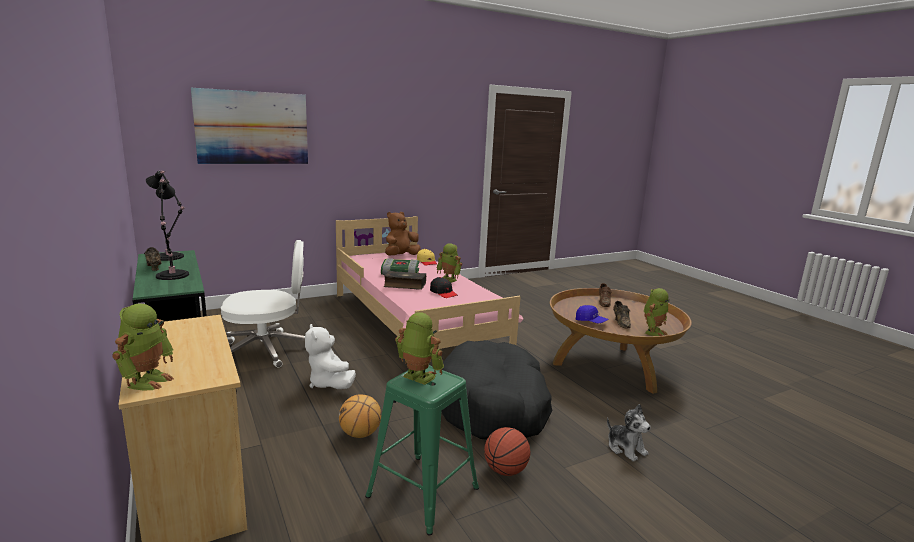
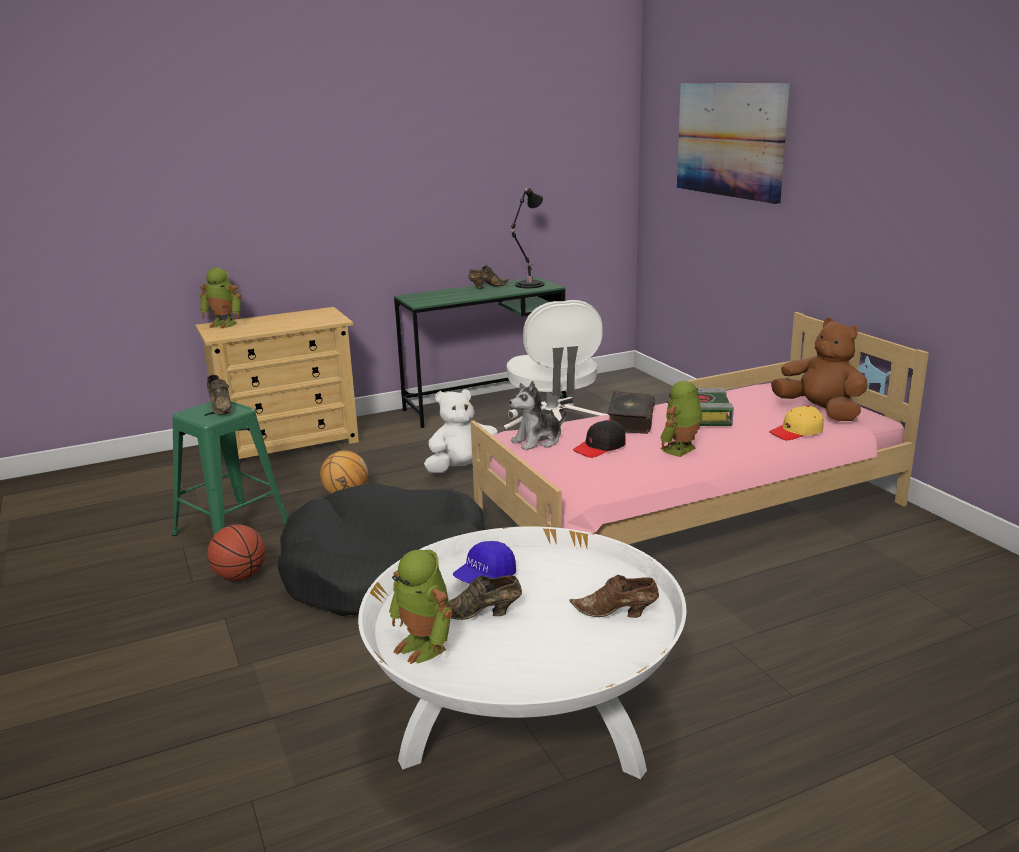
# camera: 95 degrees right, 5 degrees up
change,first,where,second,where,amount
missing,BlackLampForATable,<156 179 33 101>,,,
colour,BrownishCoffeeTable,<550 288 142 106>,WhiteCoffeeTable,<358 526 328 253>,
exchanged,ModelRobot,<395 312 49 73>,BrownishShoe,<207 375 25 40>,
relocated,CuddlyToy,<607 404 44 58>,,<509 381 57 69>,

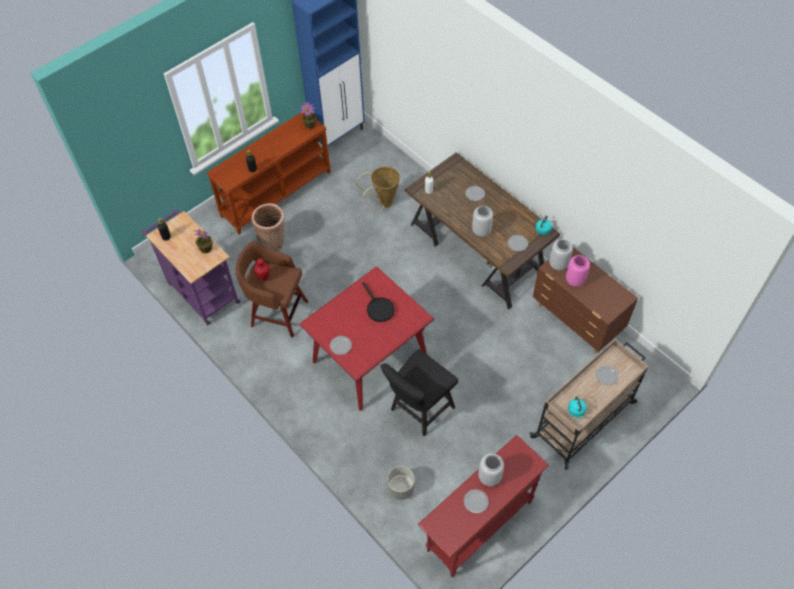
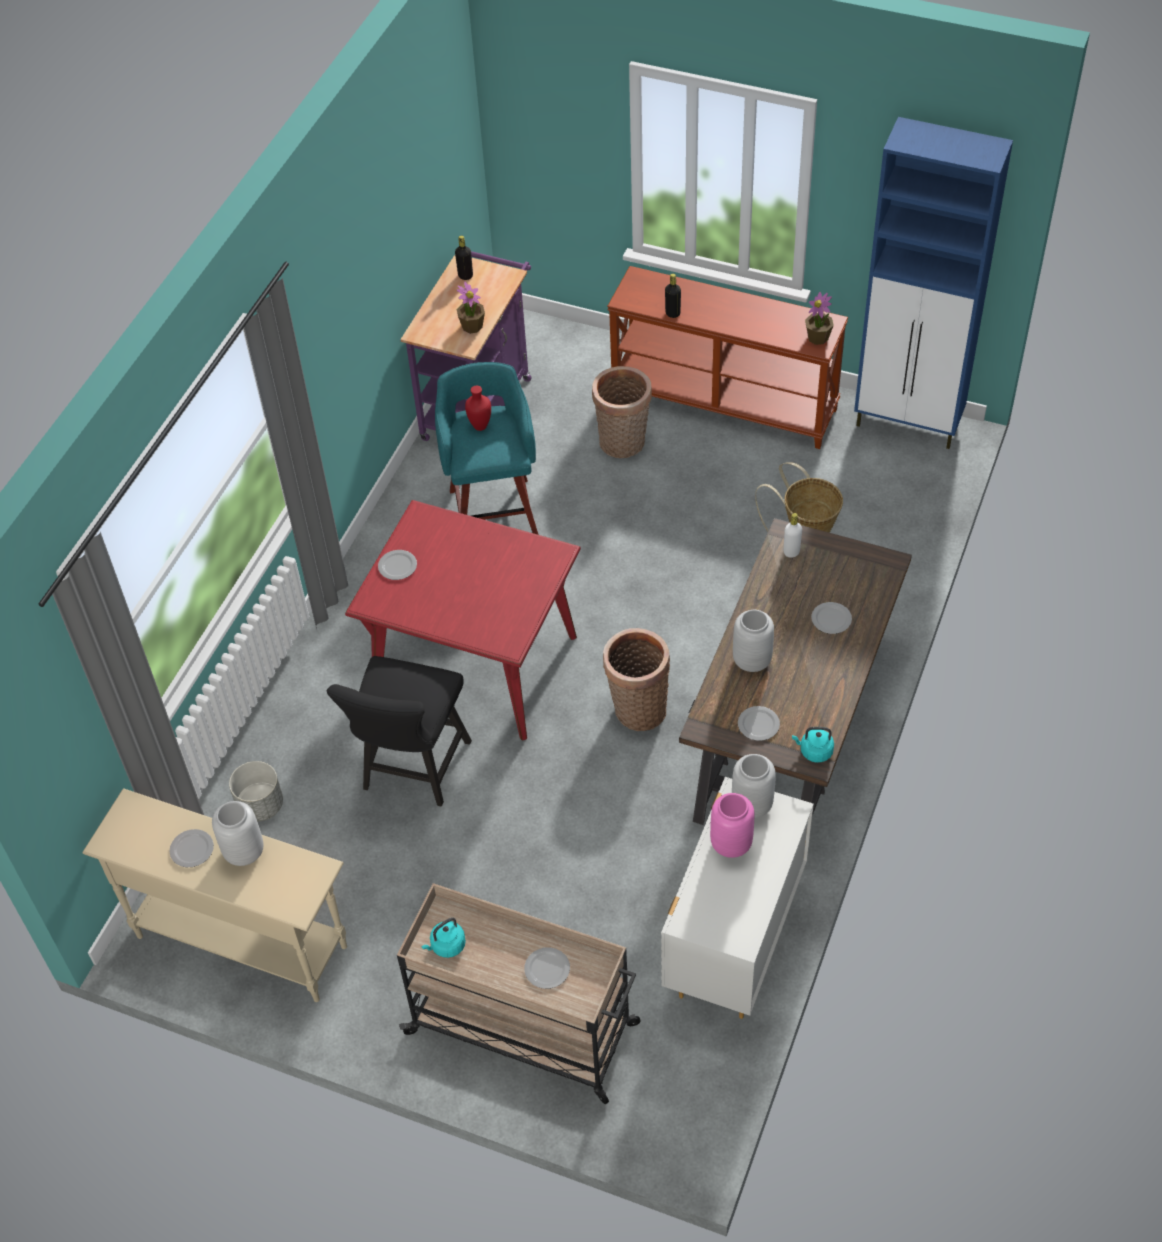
# camera: 65 degrees right, 5 degrees down
change,first,where,second,where,amount
colour,BrownishStoolSeat,<235 241 73 97>,BlueGreenStoolSeat,<435 362 104 173>,
colour,BrownishChestOfDrawers,<533 246 105 107>,WhiteChestOfDrawers,<661 777 153 242>,
missing,BlackFryingPan,<362 282 33 40>,,,
spun,BlackPlainChair,<381 349 77 88>,,<327 656 145 151>,90 degrees counterclockwise
colour,RedColouredConsoleTable,<418 435 131 142>,BeigeConsoleTable,<82 788 265 214>,
appeared,,,HouseholdBasket,<603 628 67 103>,

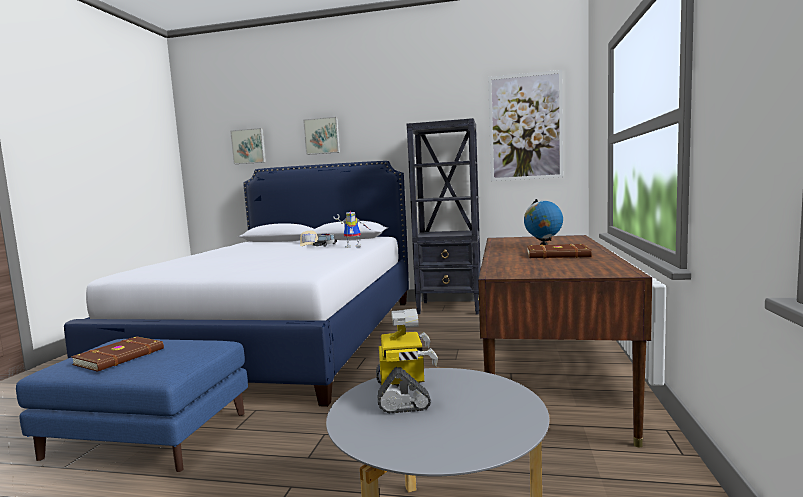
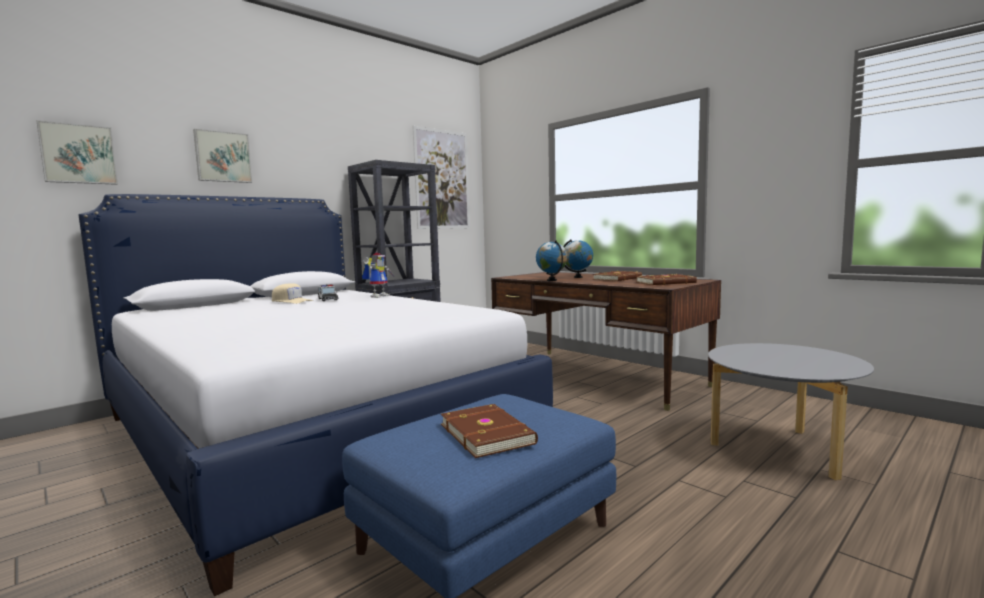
# camera: 55 degrees left, 0 degrees up
change,first,where,second,where,amount
missing,ModelRobot,<376 309 62 104>,,,
appeared,,,Globe,<536 240 31 41>,
appeared,,,BrownishVolume,<636 274 61 11>,

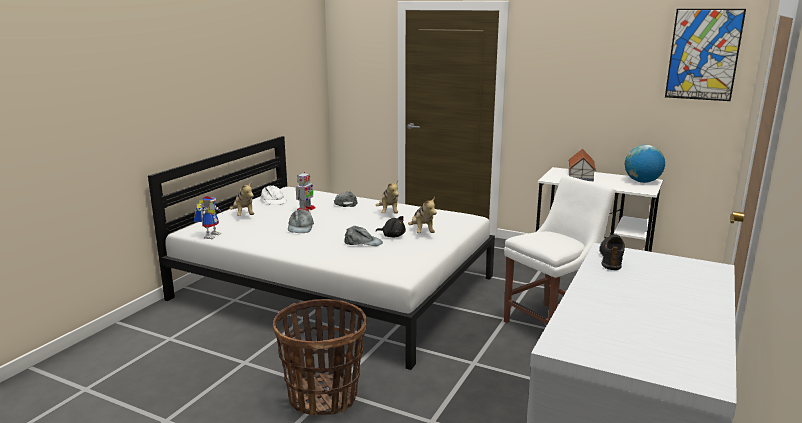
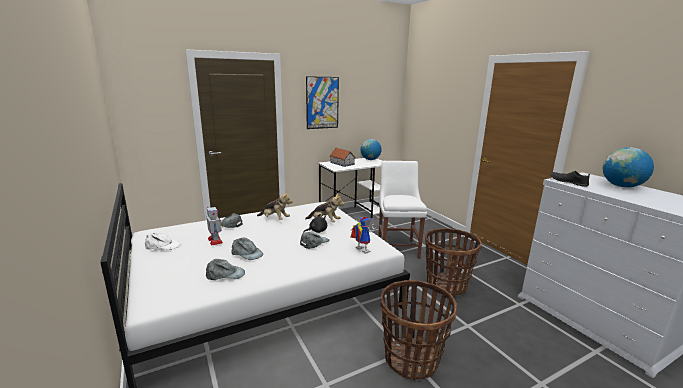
# camera: 55 degrees left, 0 degrees up
change,first,where,second,where,amount
relocated,WallArt,<665 9 81 92>,,<306 76 33 53>,
missing,CuddlyToy,<230 181 24 35>,,,
relocated,ModelRobot,<194 196 28 43>,,<350 217 26 37>,
appeared,,,Globe,<603 147 51 41>,
appeared,,,HouseholdBasket,<425 228 57 69>,
appeared,,,GreyPeakedCap,<206 259 39 21>,

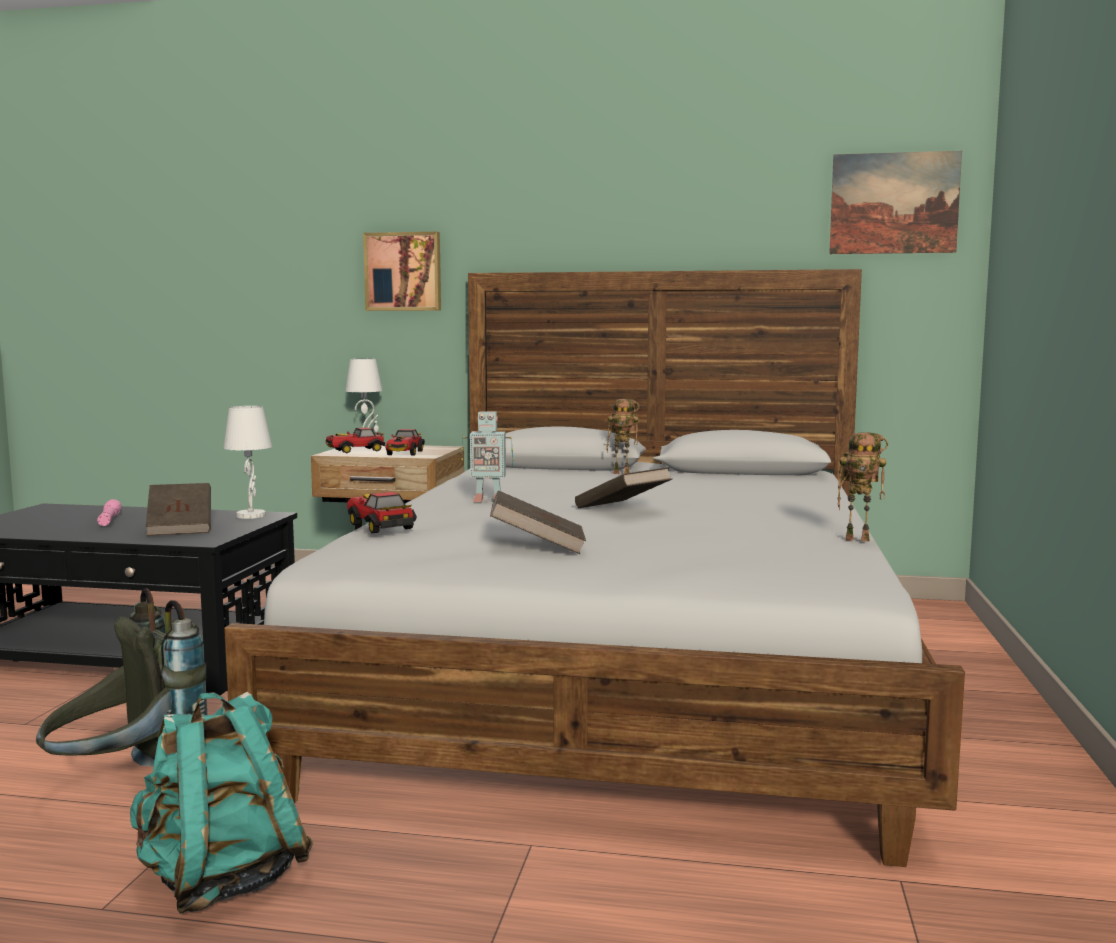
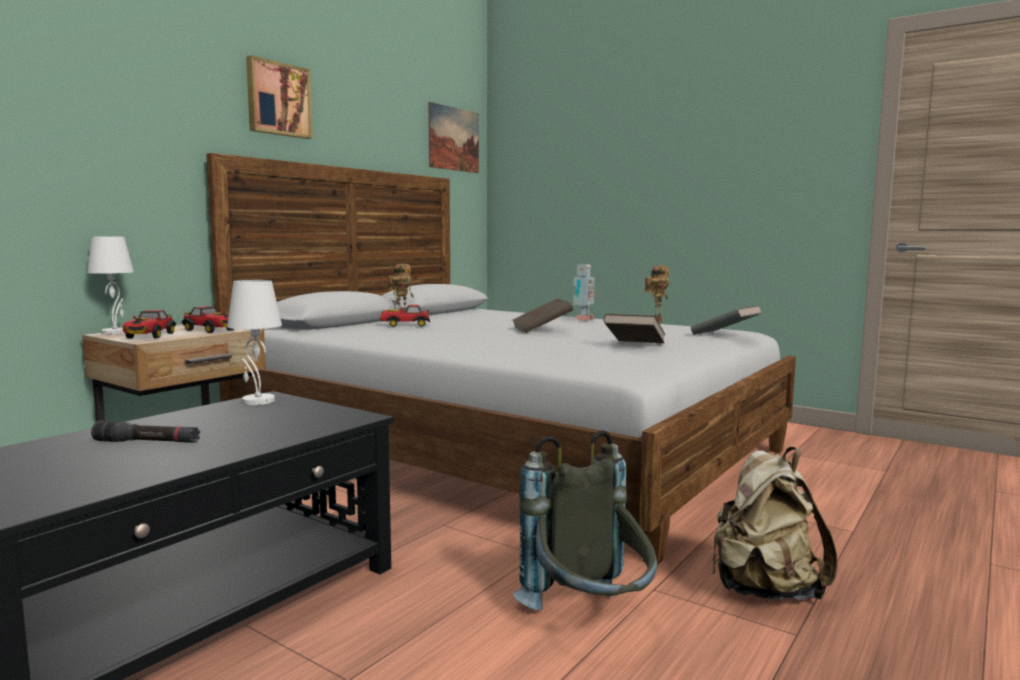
# camera: 65 degrees left, 0 degrees up
change,first,where,second,where,amount
relocated,WallArt,<363 232 78 79>,,<246 55 67 84>,
relocated,ModelRobot,<461 412 53 90>,,<573 264 22 56>,
missing,BrownishVolume,<146 483 65 53>,,,
relocated,ToyCar,<347 492 70 42>,,<380 305 50 22>,
colour,PinkColouredTorch,<97 499 24 27>,BlackTorch,<91 420 109 23>,
colour,BlueGreenBackpack,<130 692 183 222>,BeigeBackpack,<712 447 125 153>,
appeared,,,GreyVolume,<691 305 71 30>,

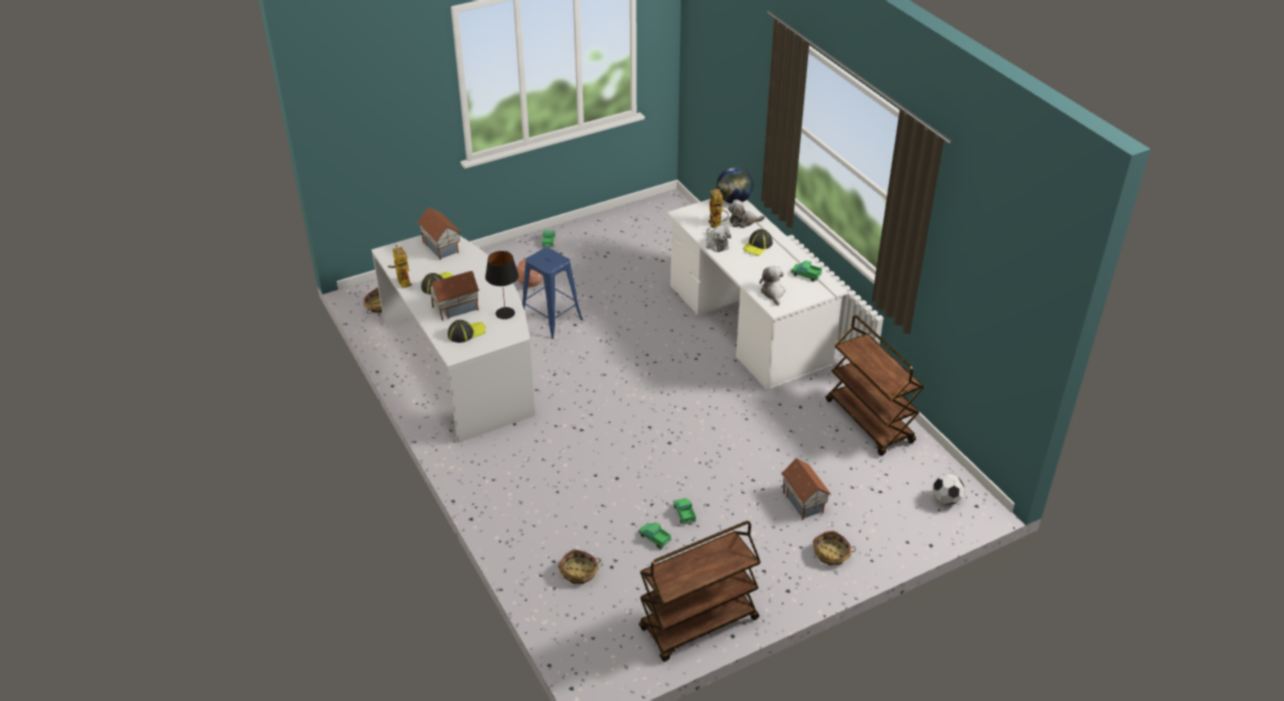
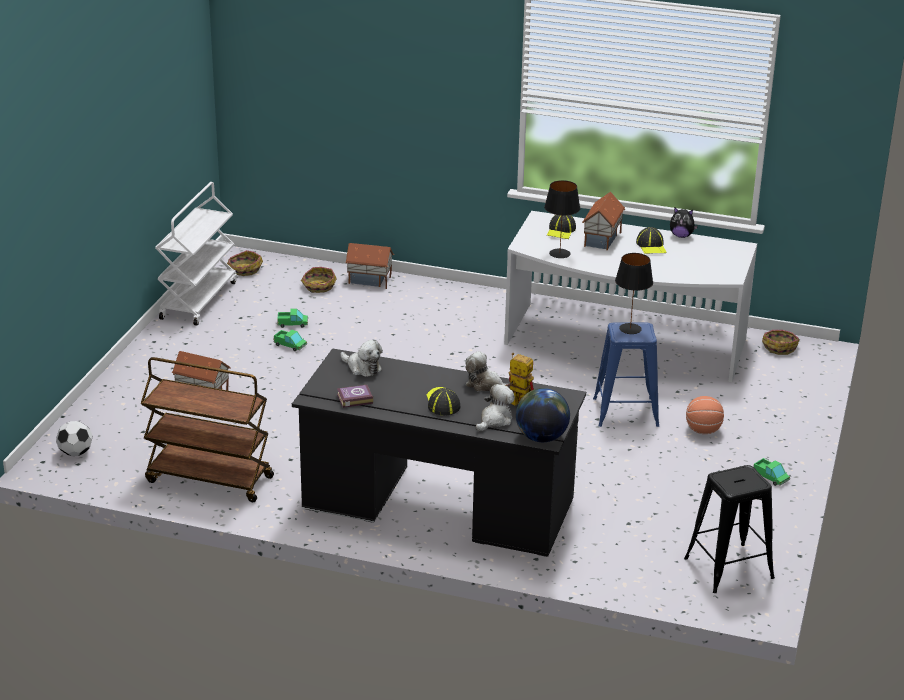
# camera: 135 degrees right, 10 degrees down
change,first,where,second,where,amount
colour,WhiteDeskUnit,<667 199 181 191>,BlackDeskUnit,<292 348 294 209>,
relocated,ModelHouse,<417 207 44 53>,,<345 243 49 46>,
exchanged,ModelRobot,<388 245 24 43>,CuddlyToy,<670 207 28 31>,
exchanged,ToyLorry,<791 260 31 21>,Volume,<337 385 36 23>,
colour,BrownishWheeledCart,<639 521 122 141>,WhiteWheeledCart,<155 182 82 144>,
relocated,HouseholdBasket,<813 531 43 34>,,<227 250 36 26>,
appeared,,,BlackLampForATable,<615 253 38 81>,
appeared,,,BlackStoolSeat,<684 465 91 128>,

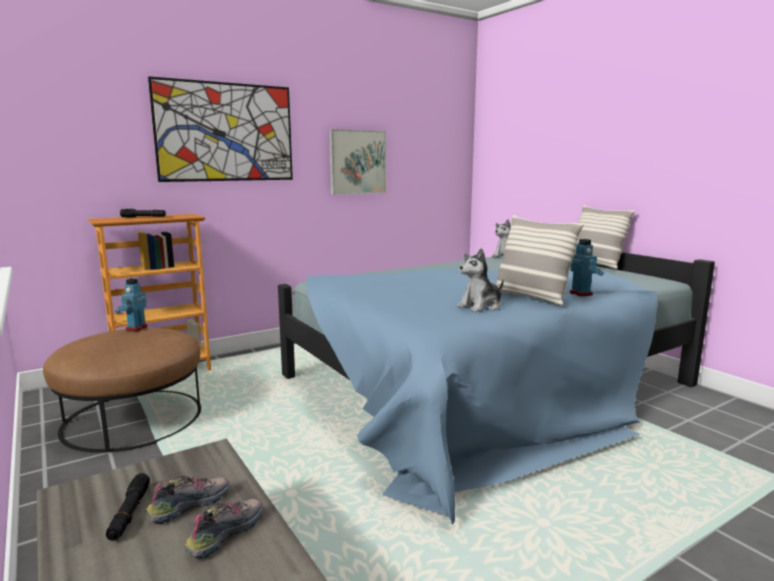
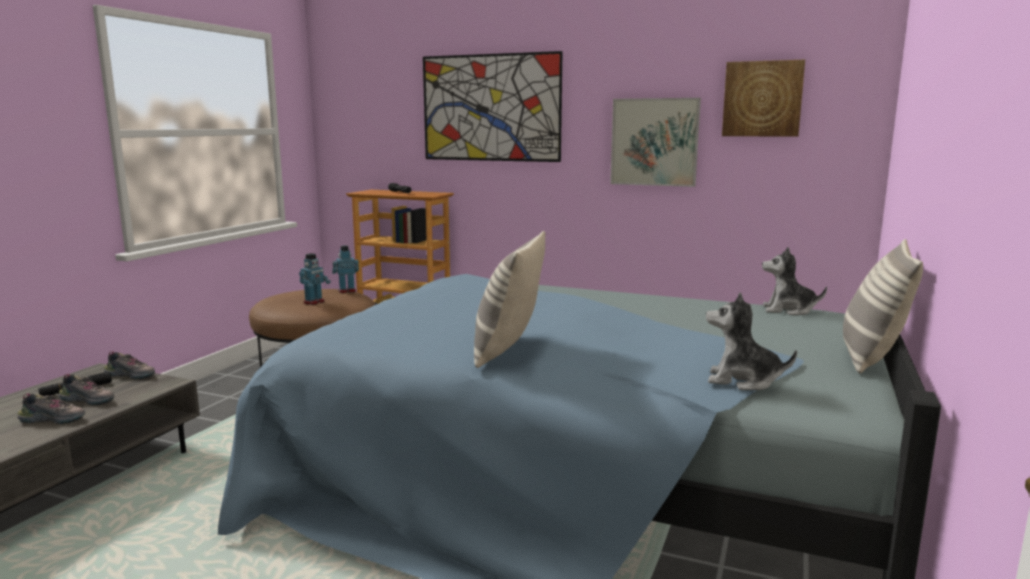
# camera: 55 degrees right, 0 degrees up
change,first,where,second,where,amount
relocated,ModelRobot,<570 239 34 57>,,<299 253 32 52>,
relocated,CuddlyToy,<457 248 47 64>,,<706 292 91 98>,
appeared,,,WallArt,<722 60 83 77>,
appeared,,,Shoe,<104 351 51 29>,

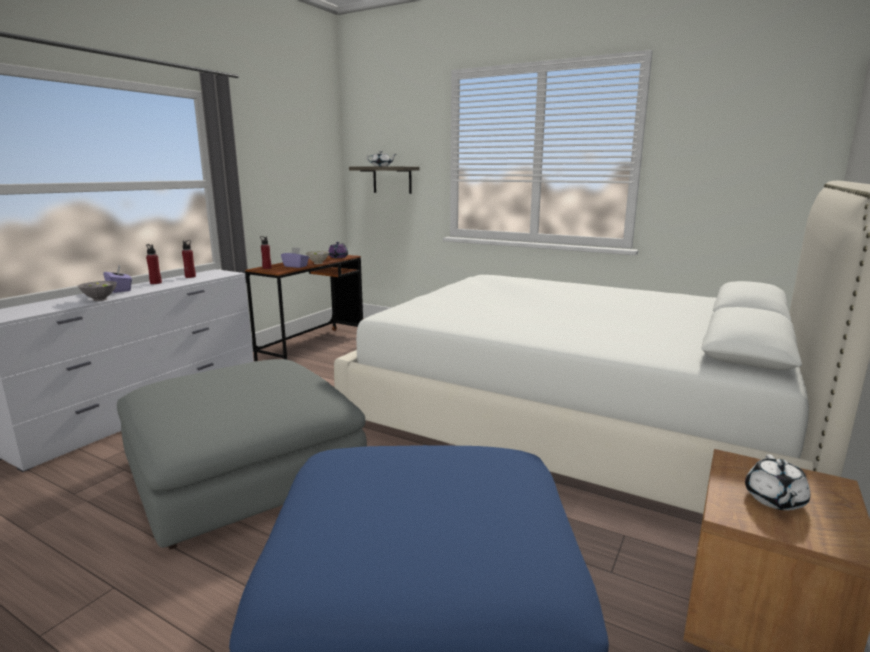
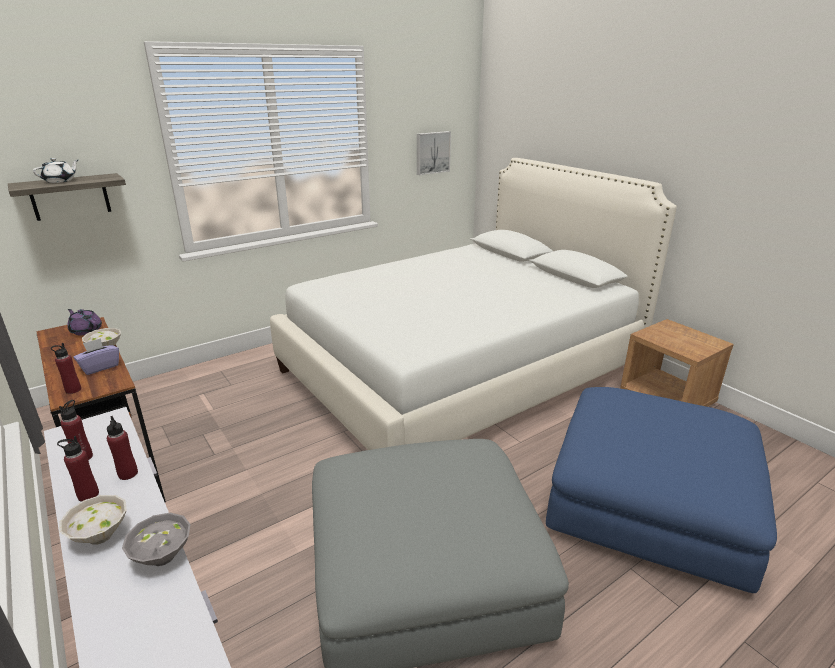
# camera: 65 degrees left, 10 degrees up
change,first,where,second,where,amount
exchanged,PurpleColouredBoxOfTissues,<103 266 29 27>,WhiteBowl,<60 495 67 50>,
missing,WhiteTeaPot,<745 454 65 57>,,,
appeared,,,WallArt,<417 131 34 44>,
appeared,,,RedColouredDrinkBottle,<107 416 31 64>,

